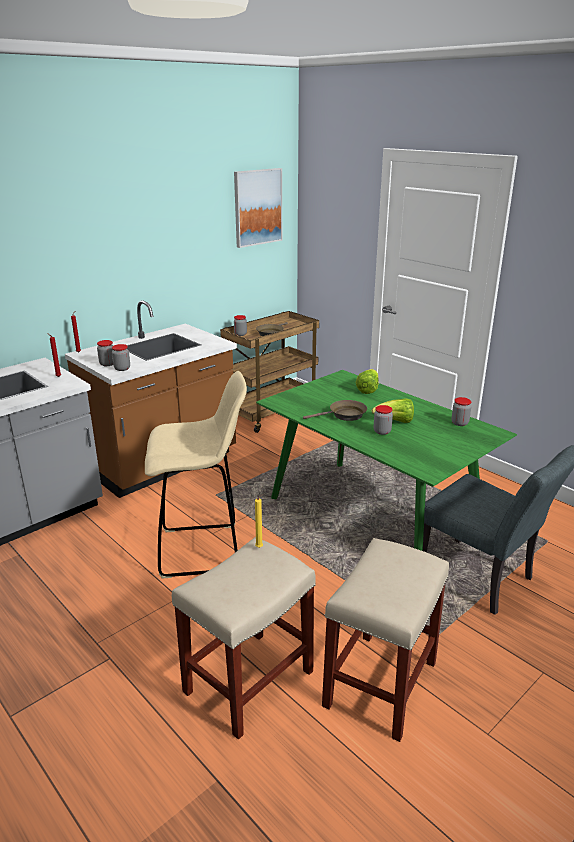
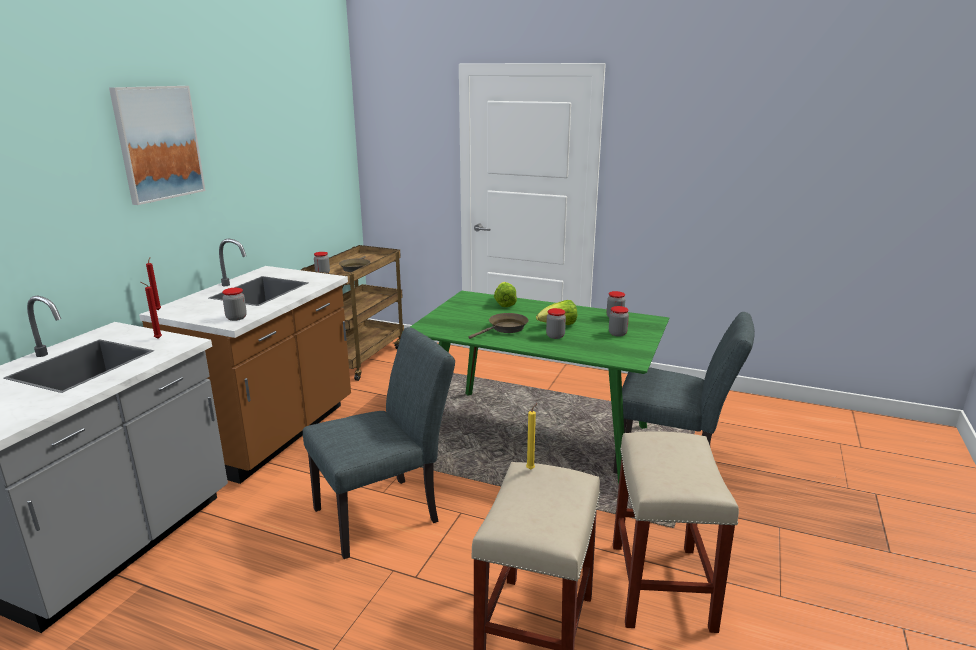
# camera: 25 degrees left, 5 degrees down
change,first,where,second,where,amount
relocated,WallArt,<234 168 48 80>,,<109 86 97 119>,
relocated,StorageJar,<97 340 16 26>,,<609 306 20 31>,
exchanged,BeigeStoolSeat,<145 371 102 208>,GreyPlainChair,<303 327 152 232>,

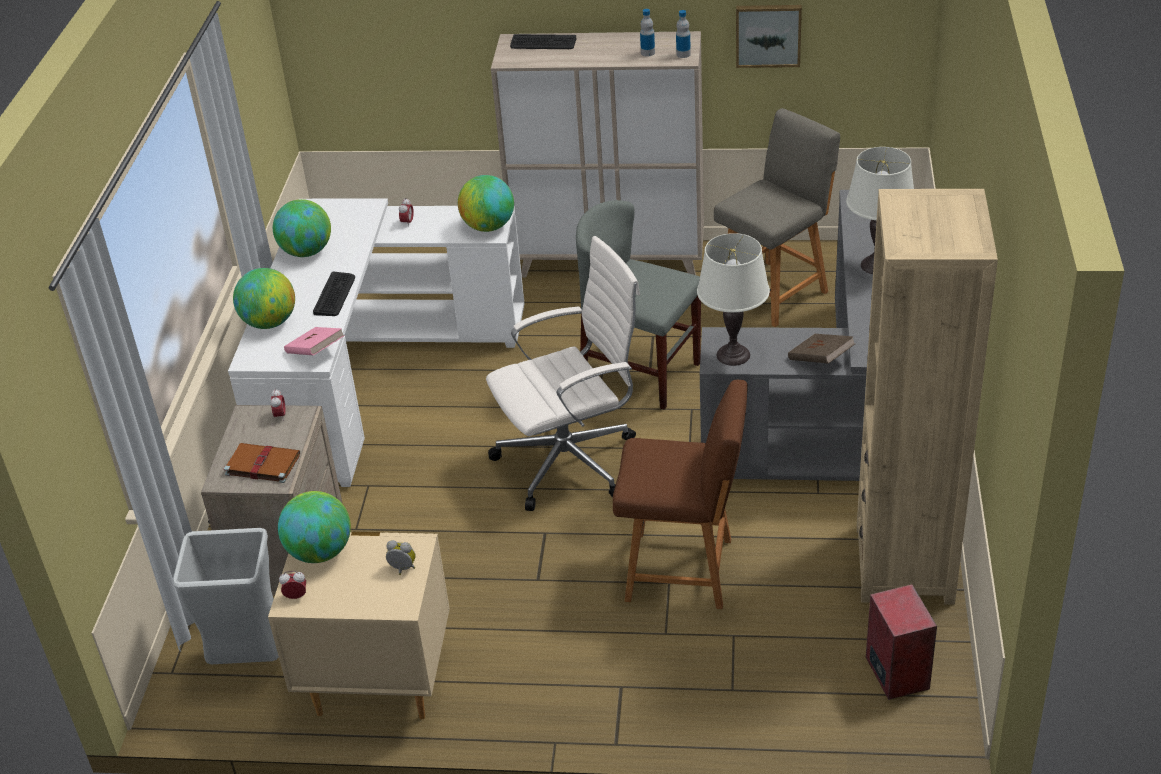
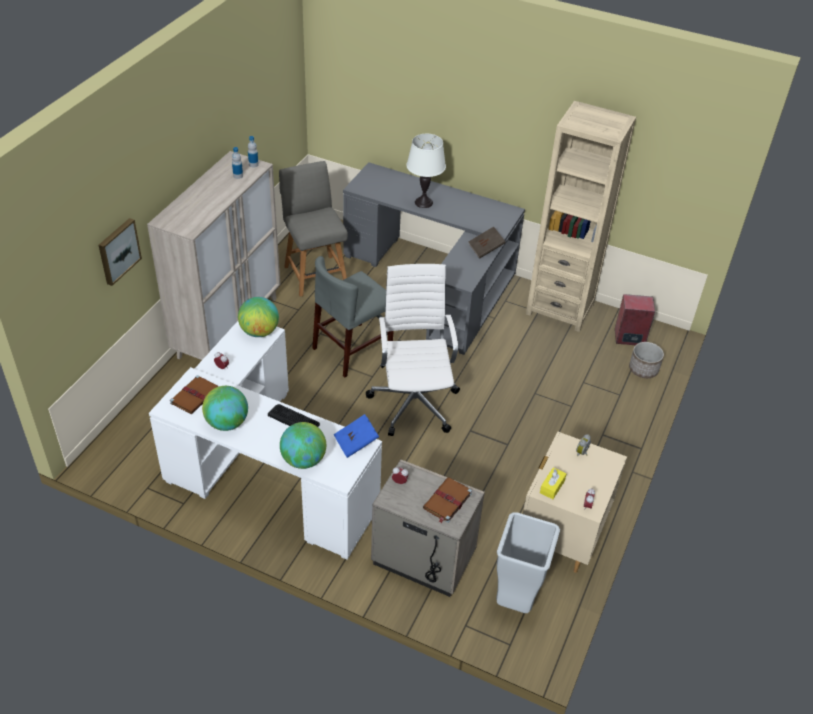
# camera: 75 degrees left, 5 degrees up
change,first,where,second,where,amount
relocated,WallArt,<736 5 66 63>,,<98 218 44 68>,
missing,PcKeyboard,<510 34 66 15>,,,
missing,WhiteLampForATable,<697 233 73 133>,,,
colour,PinkColouredVolume,<284 327 61 28>,BlueColouredVolume,<334 414 45 44>,
missing,BrownishPlainChair,<613 380 135 229>,,,
exchanged,Globe,<278 491 73 72>,YellowBoxOfTissues,<540 467 26 32>,
appeared,,,Planter,<629 342 35 36>,
appeared,,,BrownishVolume,<170 375 49 39>,

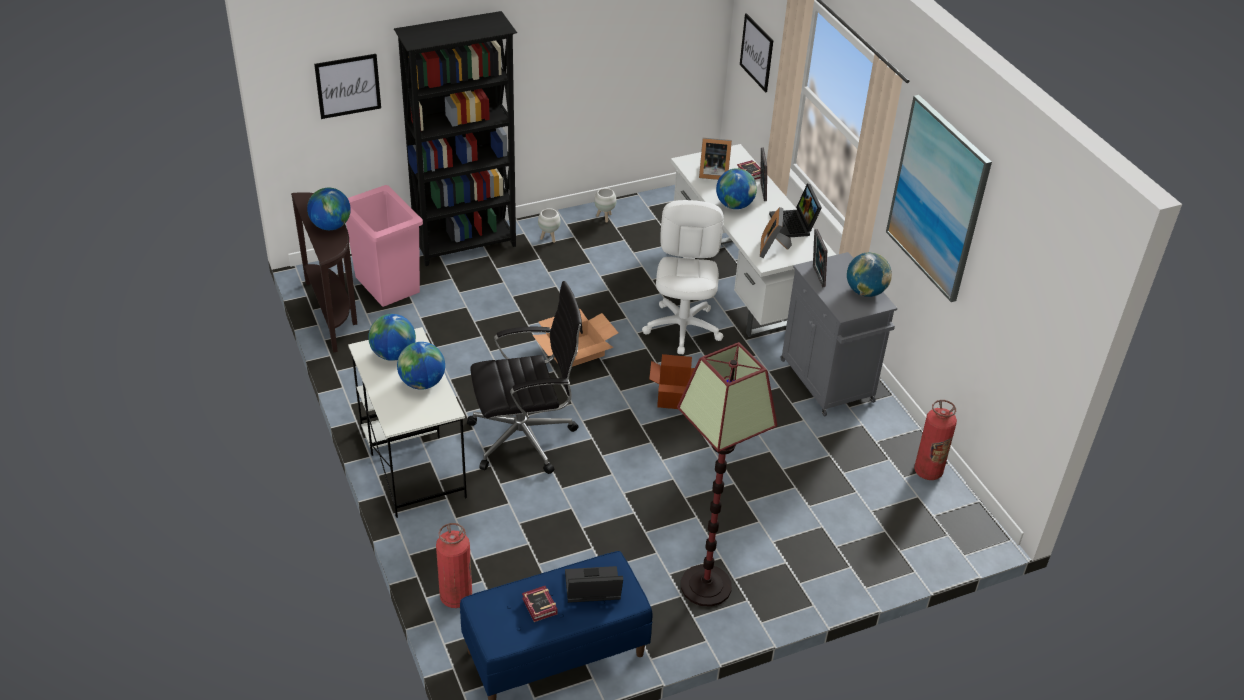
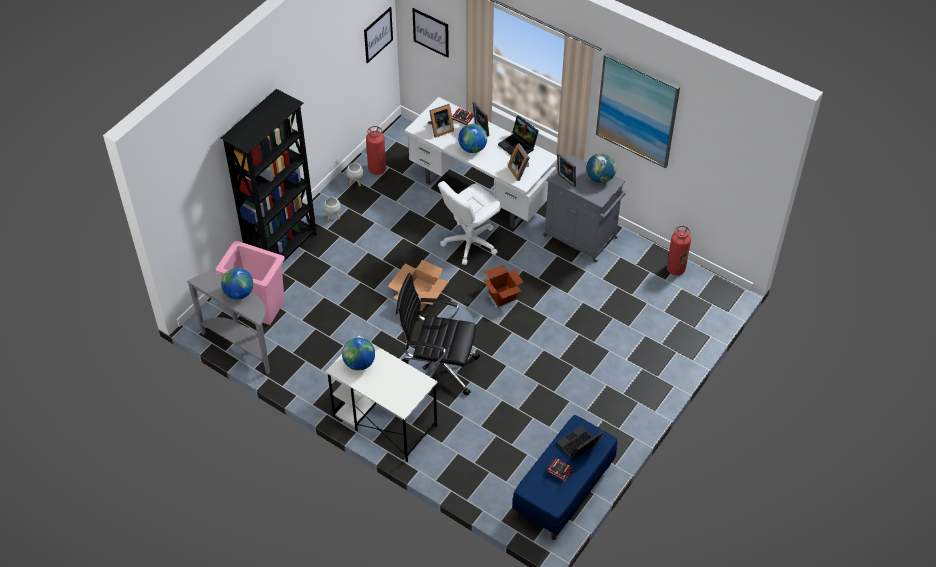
# camera: 30 degrees left, 10 degrees up
change,first,where,second,where,amount
relocated,WallArt,<314 54 67 65>,,<364 7 29 56>,
colour,BrownishConsoleTable,<291 192 66 161>,GreyConsoleTable,<187 273 83 102>,
spun,WhiteComputerChair,<642 200 82 154>,,<438 181 63 84>,105 degrees counterclockwise
spun,BlackComputerChair,<467 281 116 193>,,<396 273 84 122>,120 degrees counterclockwise
missing,Globe,<397 342 48 48>,,,
missing,FloorLamp,<677 342 100 265>,,,
relocated,FireFightingCylinder,<436 523 36 85>,,<366 126 20 49>,

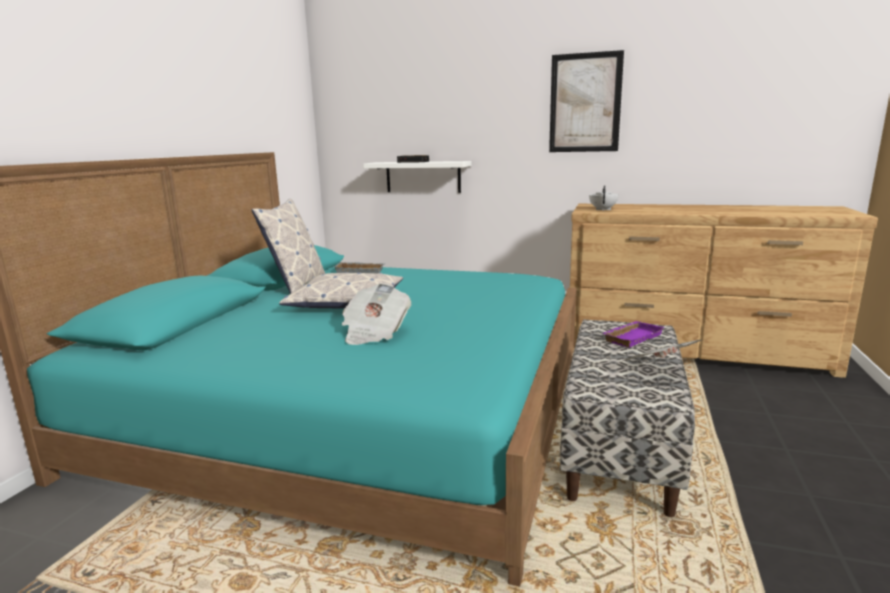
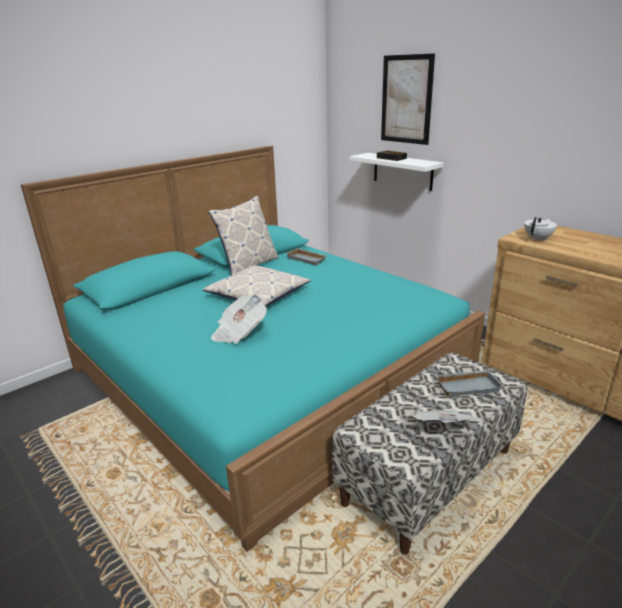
# camera: 30 degrees right, 10 degrees up
change,first,where,second,where,amount
relocated,WallArt,<549 50 75 102>,,<381 53 54 92>,
colour,PurpleColouredCarryingTray,<603 321 62 27>,GreyCarryingTray,<435 370 68 27>,

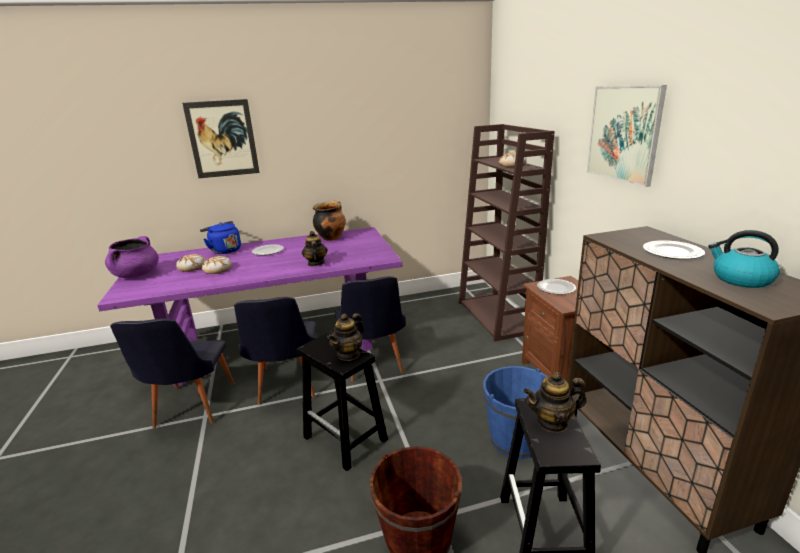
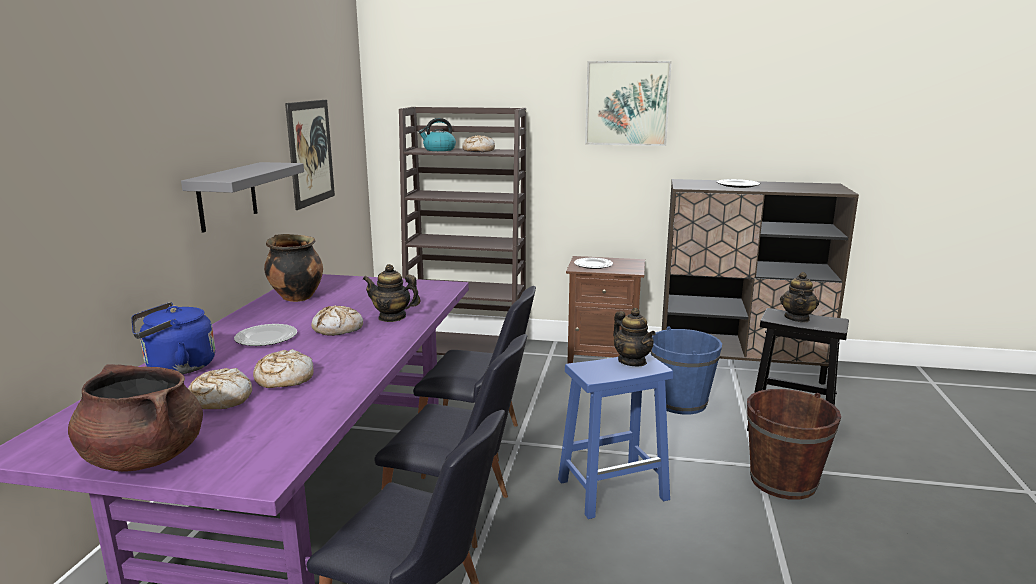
# camera: 65 degrees left, 5 degrees down
change,first,where,second,where,amount
relocated,WallArt,<182 99 78 79>,,<285 100 50 110>,
relocated,TeaKettle,<708 230 72 58>,,<419 118 37 33>,
colour,PurpleColouredCookingPot,<105 236 54 42>,BrownishCookingPot,<68 364 135 108>,
colour,BlackStoolSeat,<297 333 91 138>,BlueColouredStoolSeat,<558 354 115 165>,
appeared,,,GreyShelf,<181 162 123 71>,
appeared,,,BakedBread,<311 305 52 31>,

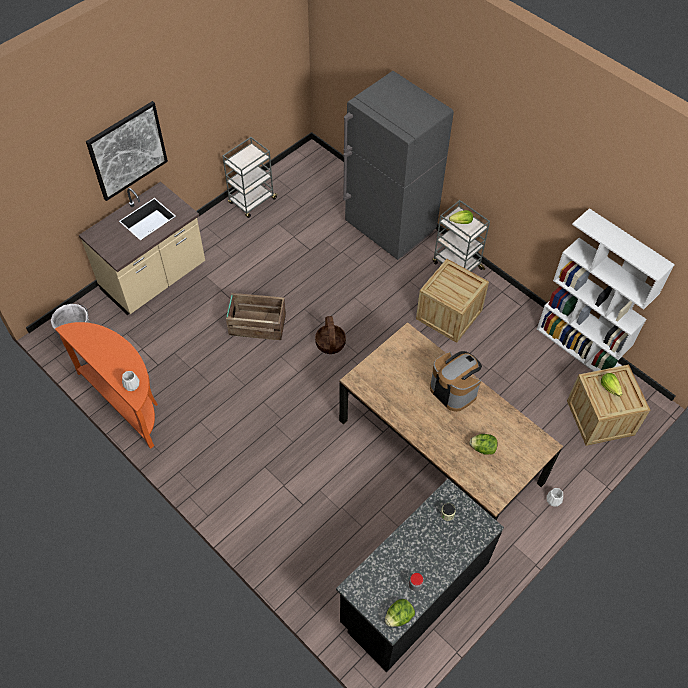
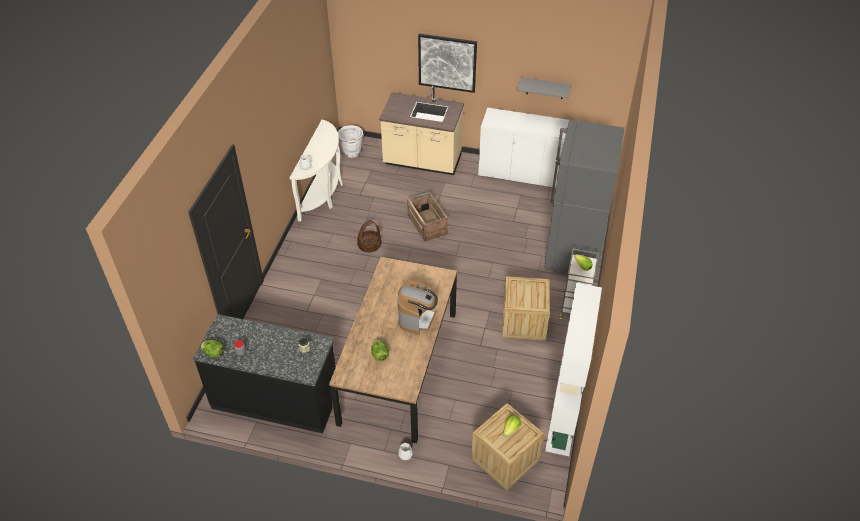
# camera: 60 degrees right, 10 degrees down
change,first,where,second,where,amount
exchanged,GreyWheeledCart,<222 137 55 81>,WhiteCupboard,<478 108 91 80>,
relocated,HouseholdBasket,<315 316 31 38>,,<357 220 24 32>,
colour,OrangeConsoleTable,<55 322 103 127>,WhiteConsoleTable,<290 120 53 102>,
appeared,,,GreyShelf,<517 77 54 22>,

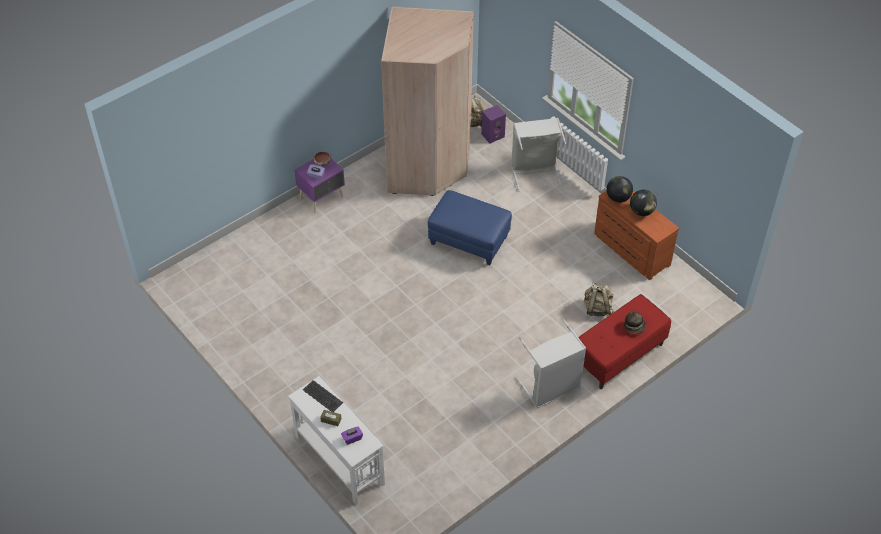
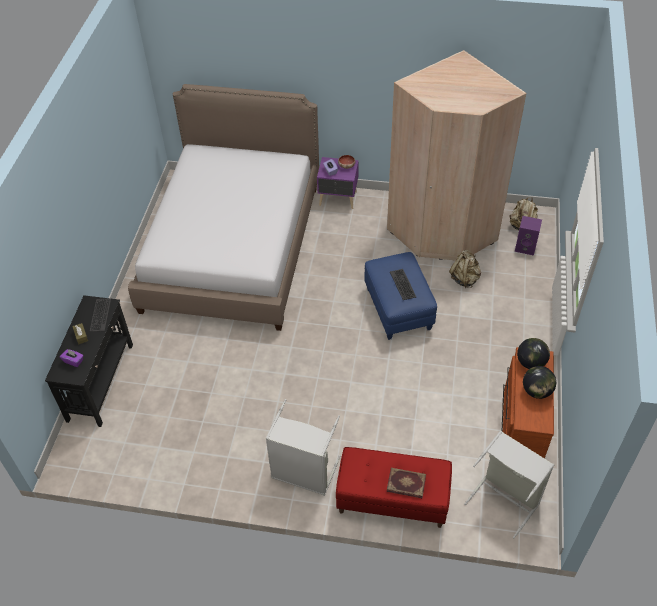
# camera: 50 degrees right, 0 degrees up
change,first,where,second,where,amount
relocated,GreyHamper,<511 118 55 74>,,<464 431 90 107>,
relocated,BeigeBackpack,<584 283 30 33>,,<449 250 32 38>,
exchanged,WearableHat,<624 312 22 22>,Volume,<387 468 39 30>,
colour,WhiteConsoleTable,<288 376 97 129>,BlackConsoleTable,<45 295 88 132>,
appeared,,,Bed,<128 84 191 247>,
appeared,,,PcKeyboard,<390 269 26 31>,

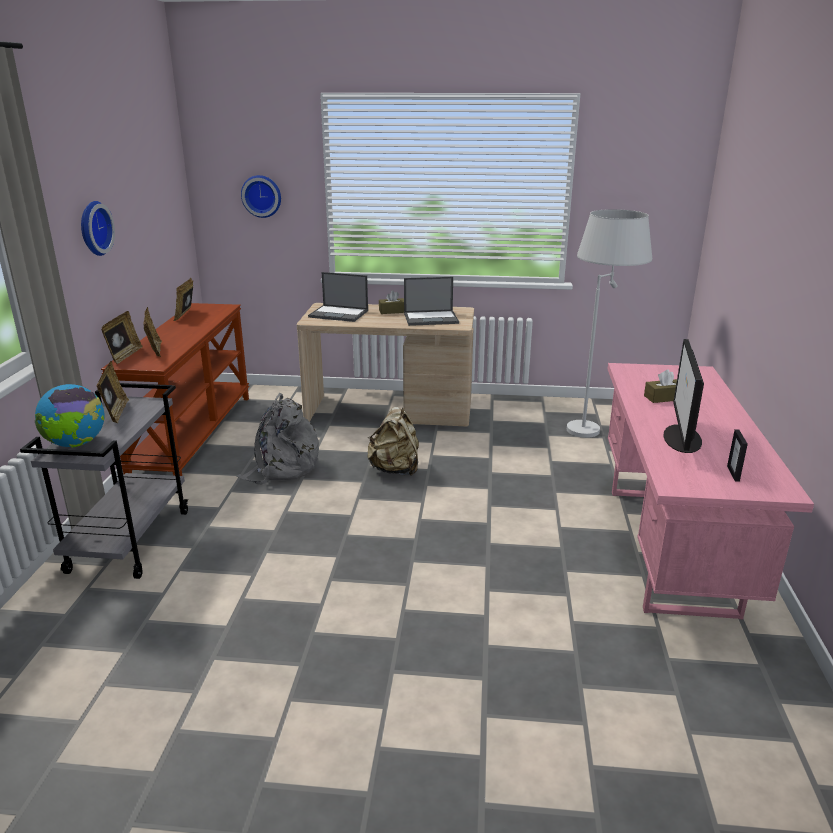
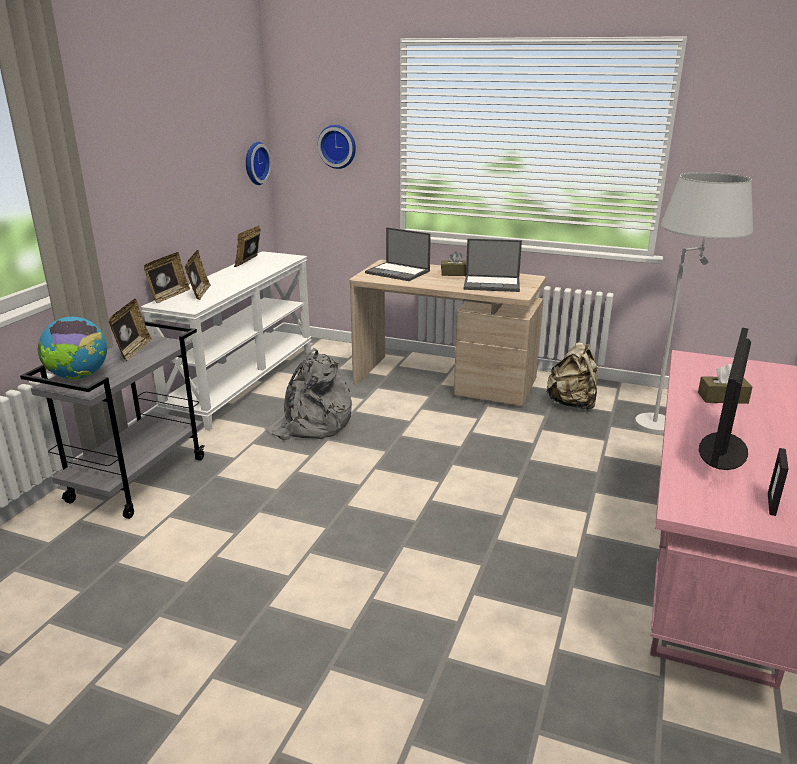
# camera: 15 degrees right, 0 degrees up
change,first,where,second,where,amount
relocated,HangingClock,<81 201 34 55>,,<246 142 26 43>,
colour,BrownishConsoleTable,<101 303 148 173>,WhiteConsoleTable,<141 251 171 180>,
relocated,BeigeBackpack,<367 407 52 69>,,<547 342 51 68>,

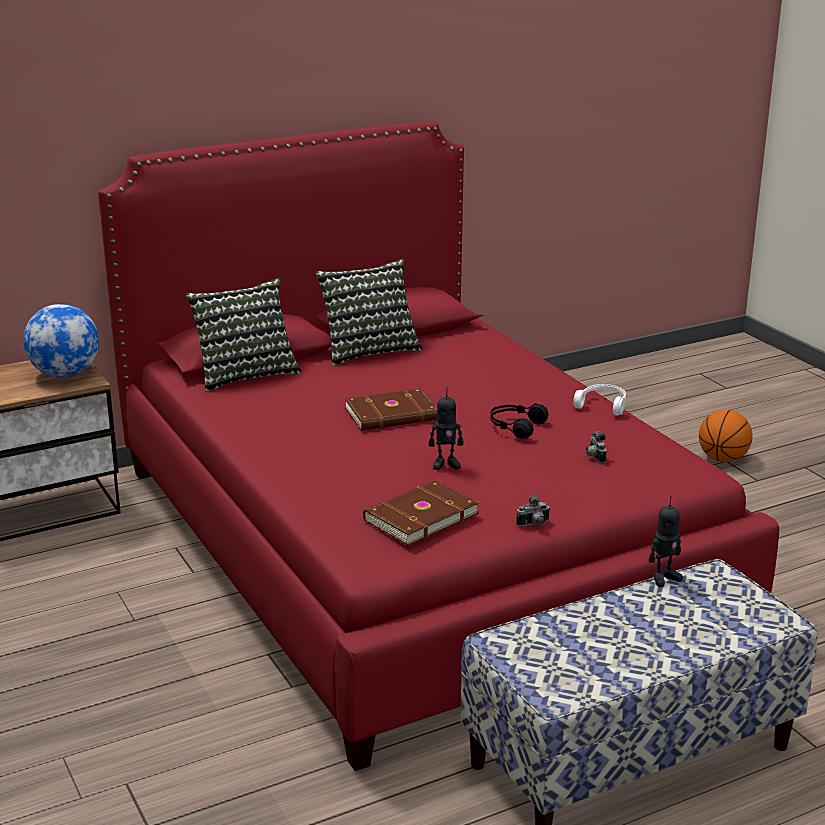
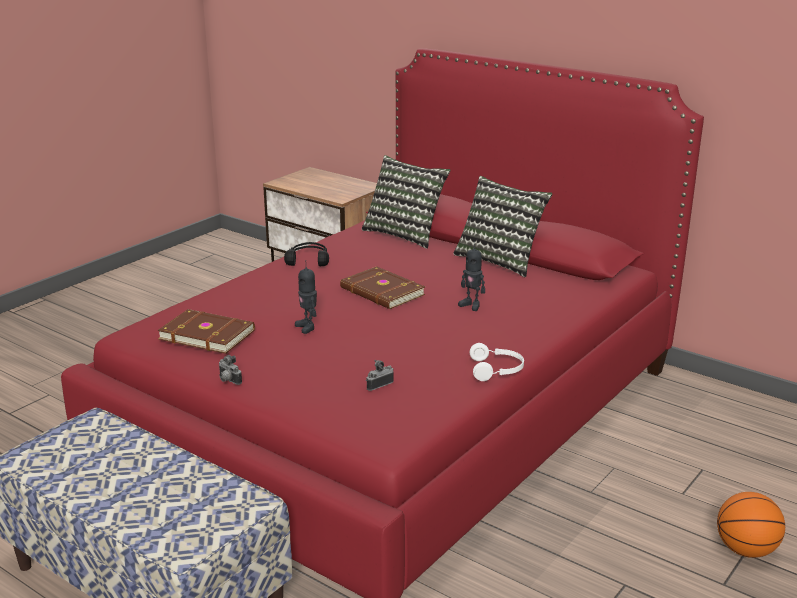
# camera: 65 degrees right, 0 degrees up
change,first,where,second,where,amount
missing,Globe,<23 304 76 73>,,,
relocated,BlackHeadphones,<490 403 59 36>,,<284 242 45 24>,
relocated,ModelRobot,<649 496 34 91>,,<458 241 27 70>,

